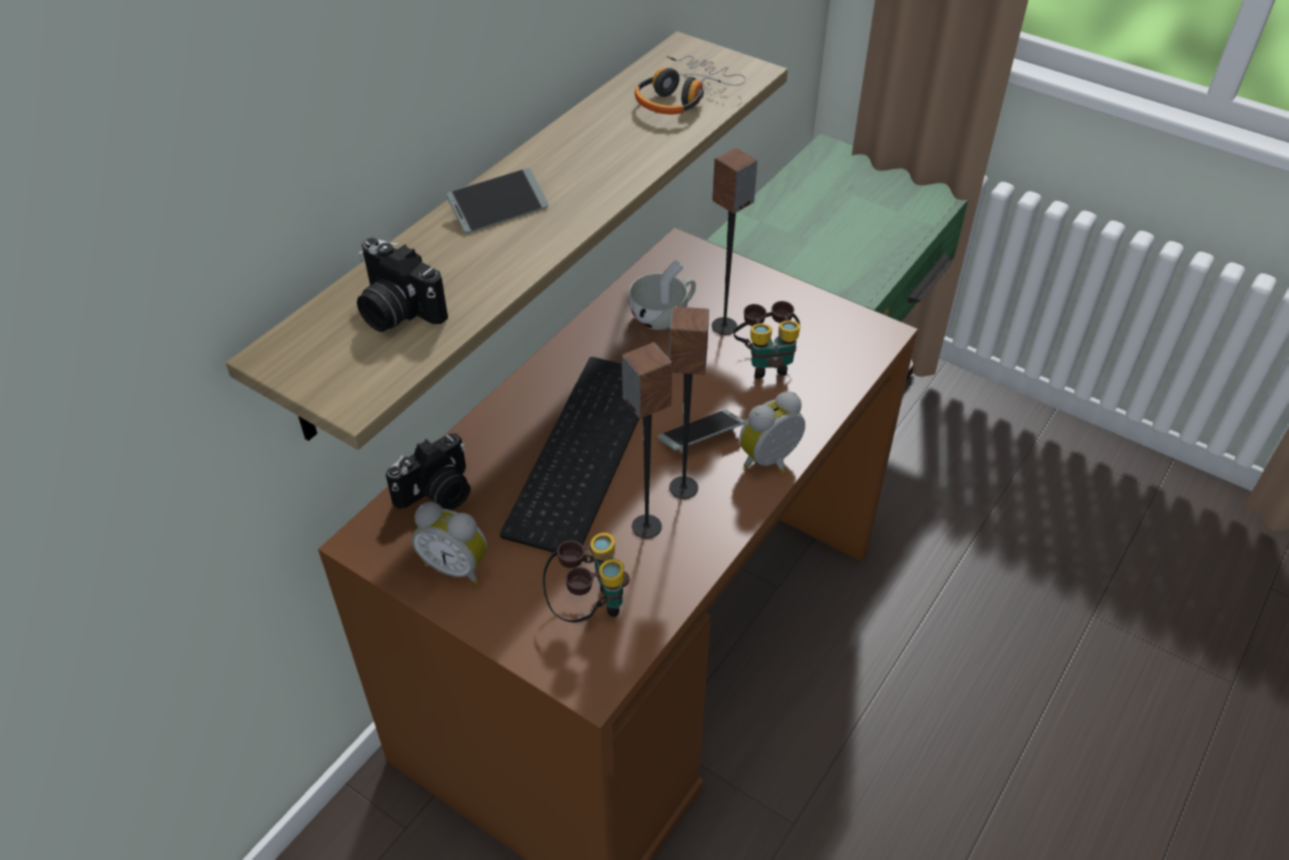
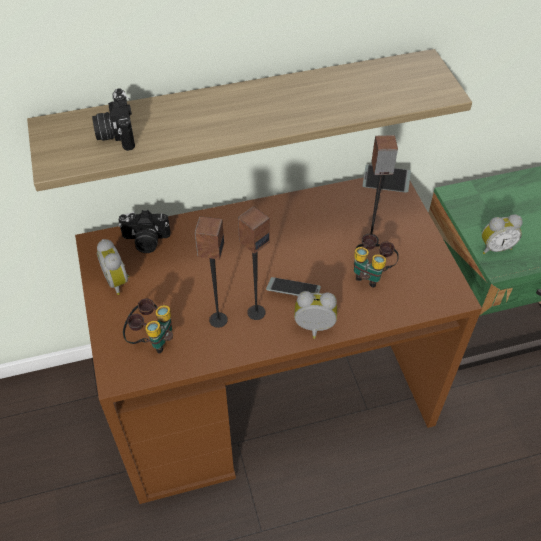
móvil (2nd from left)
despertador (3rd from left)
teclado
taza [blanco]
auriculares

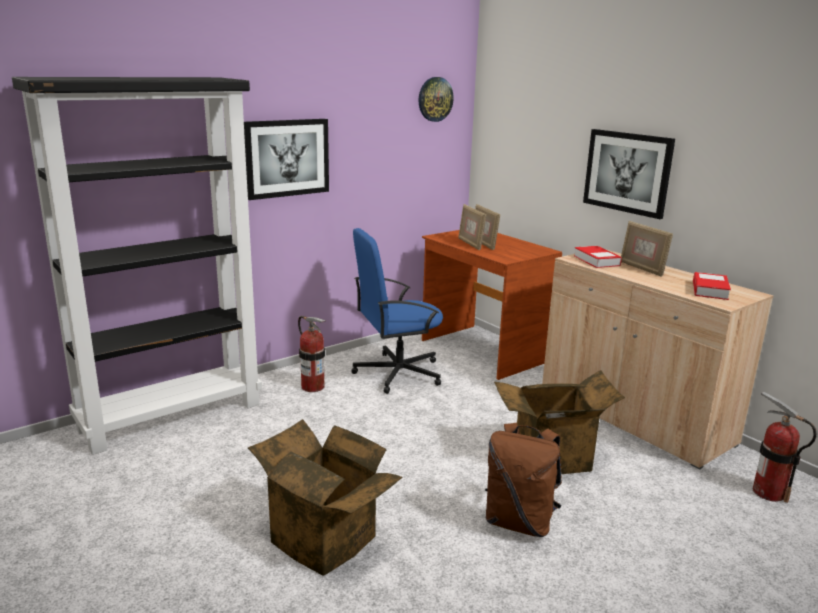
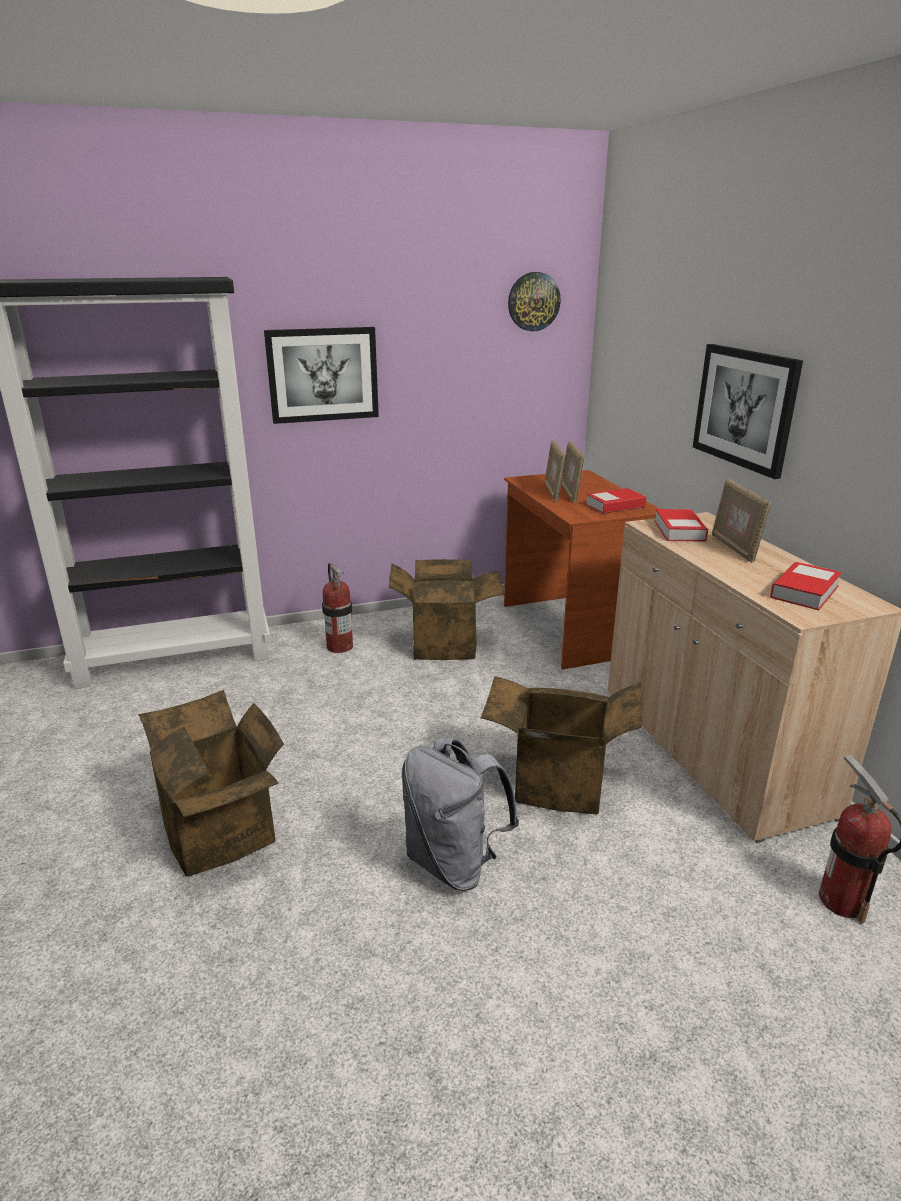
caja de cartón (2nd from left)
mochila [gris]
libro (1st from left)

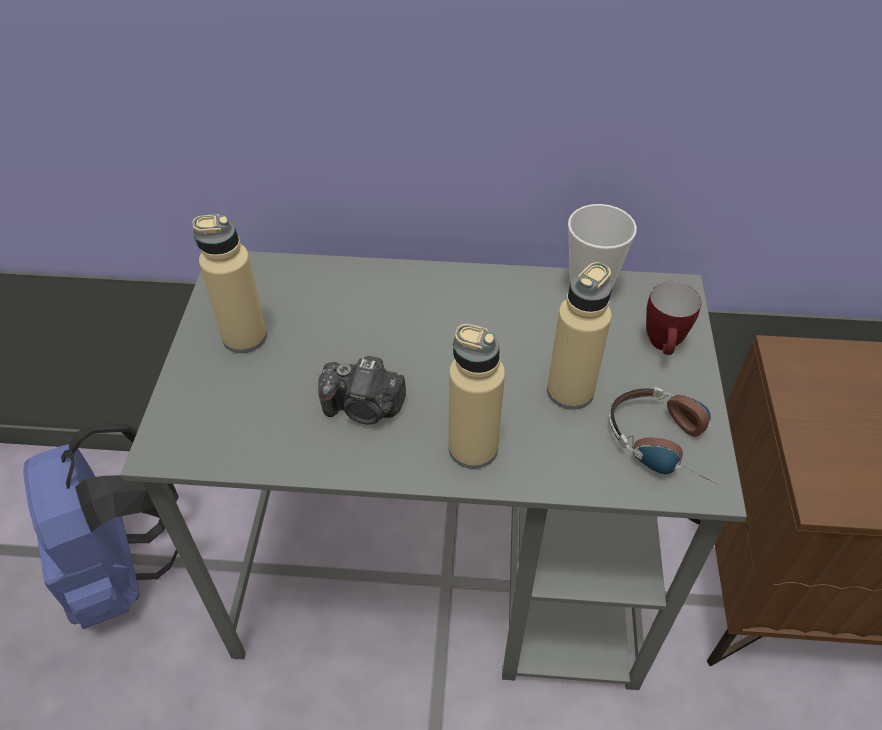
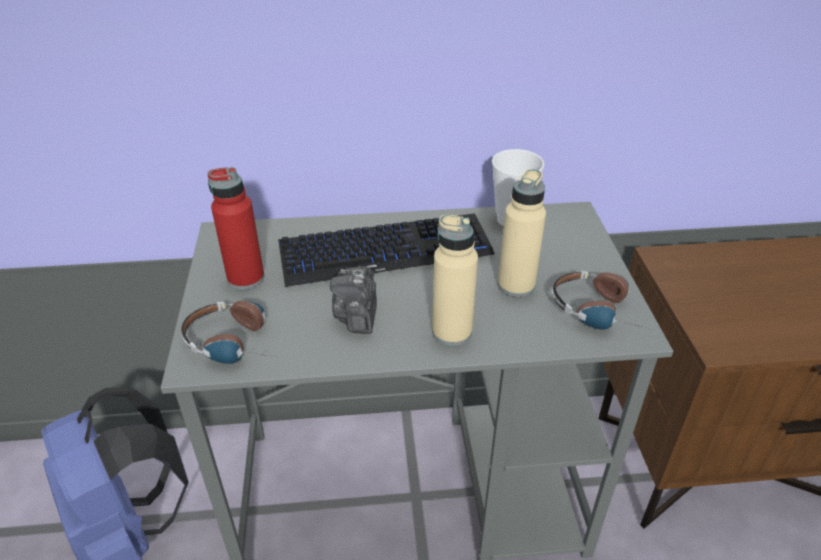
auriculares (1st from left)
botella [rojo]
teclado
cámara
taza grande

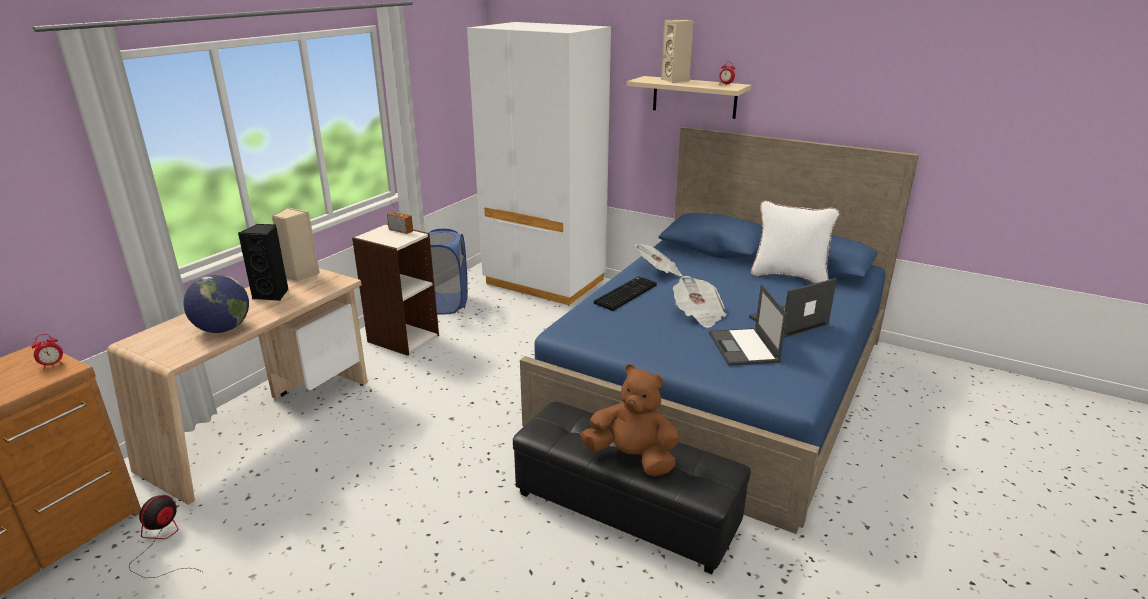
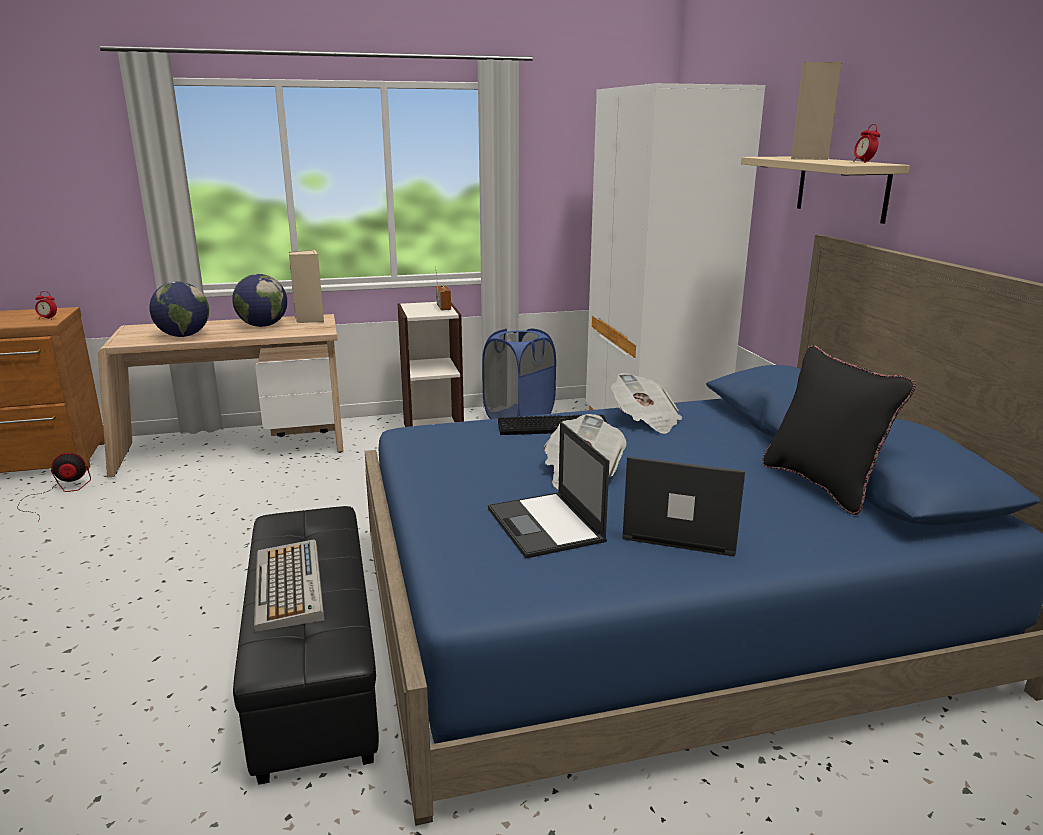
globo terráqueo (2nd from left)
teclado (1st from left)
portátil (1st from left)
cojín [negro]

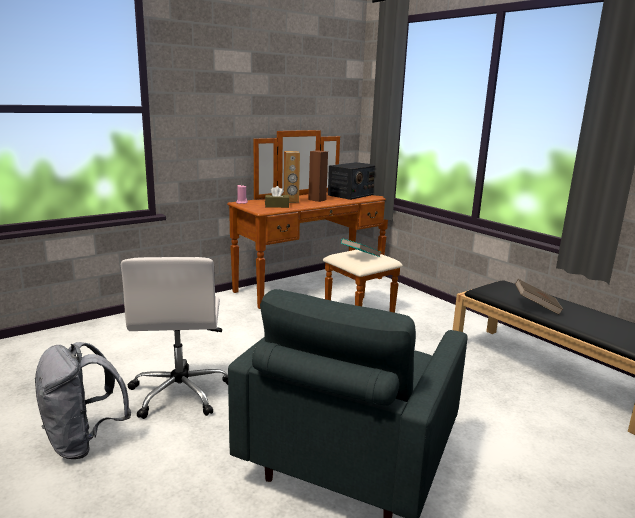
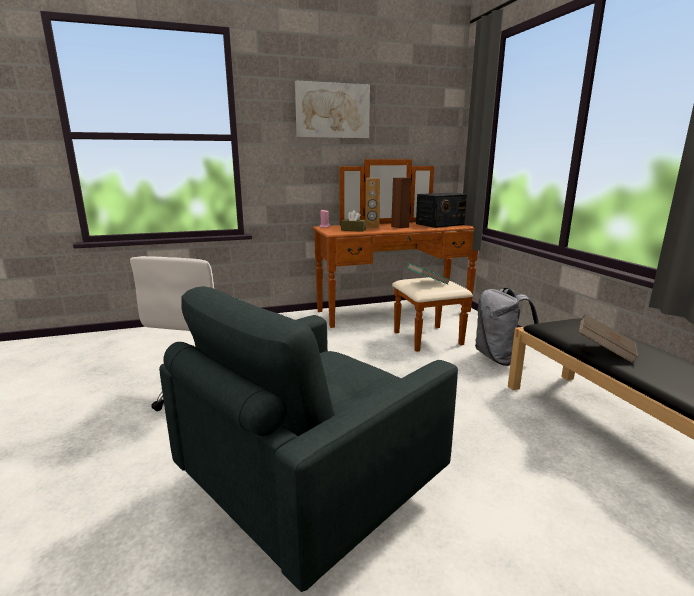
cuadro
mochila [gris]

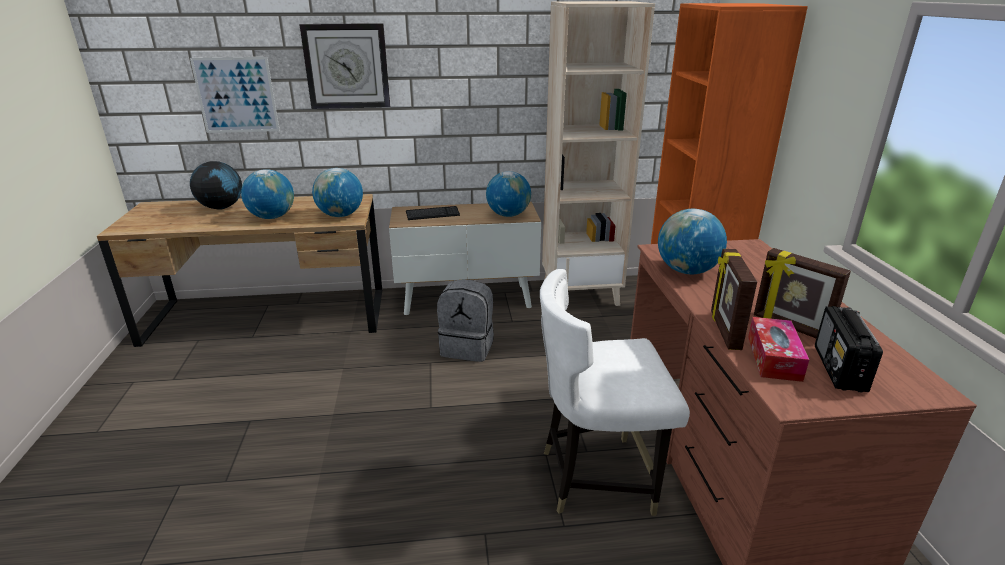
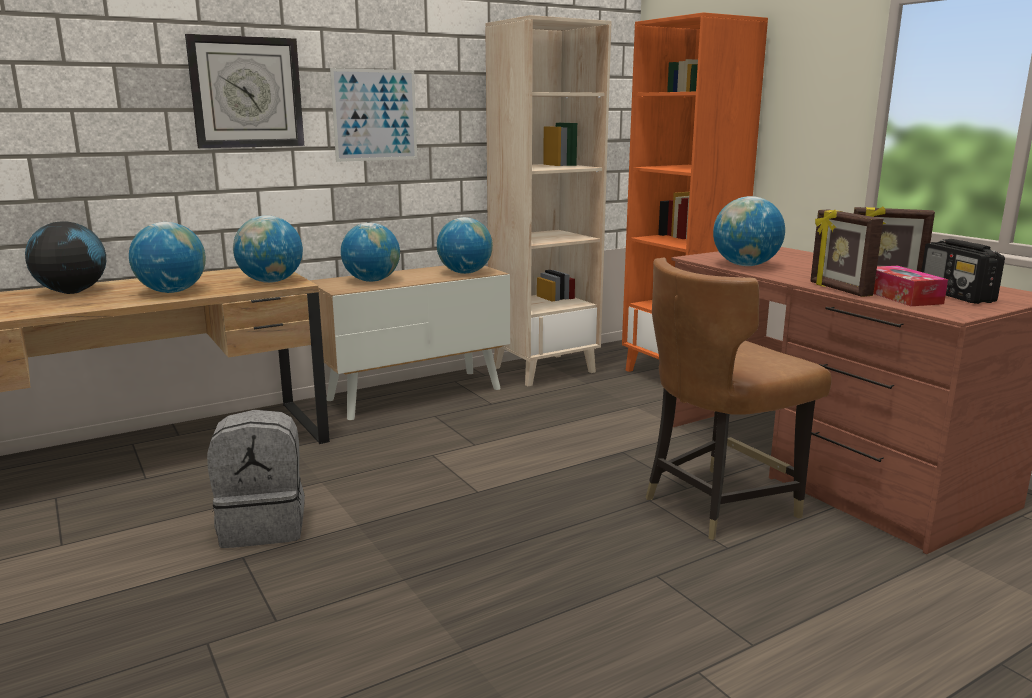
mochila [gris]
cuadro
globo terráqueo (4th from left)
silla [marrón]

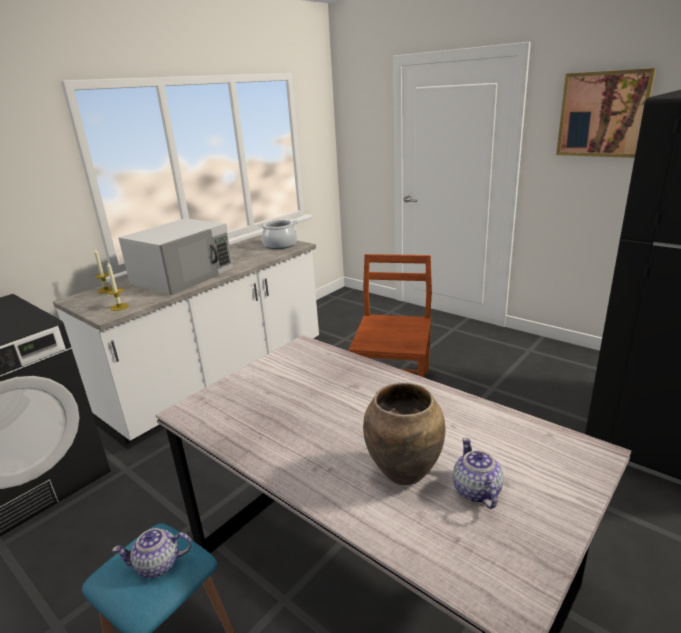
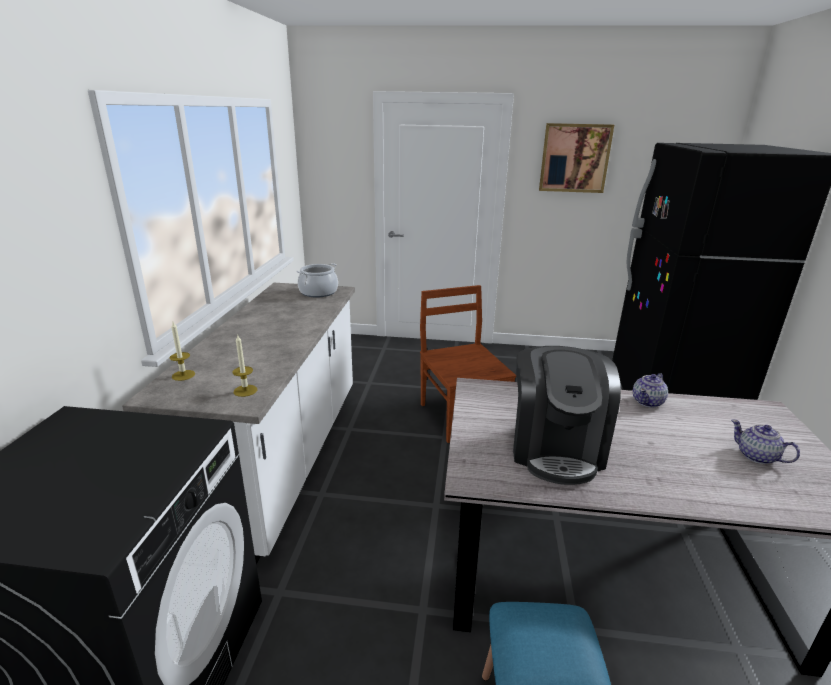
cafetera
tetera (1st from left)
microondas [blanco]
florero [marrón]

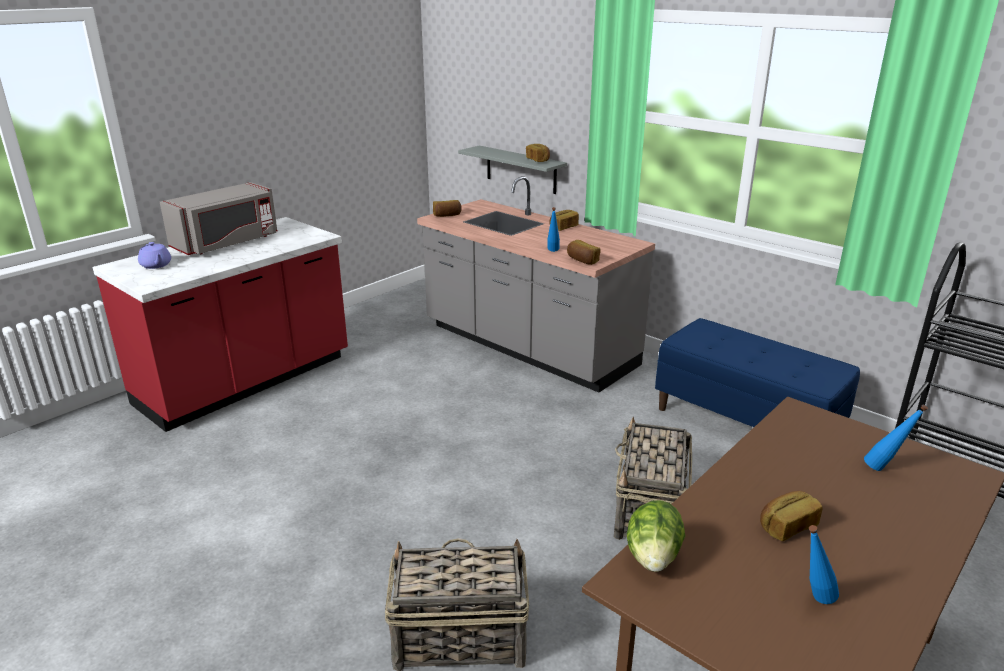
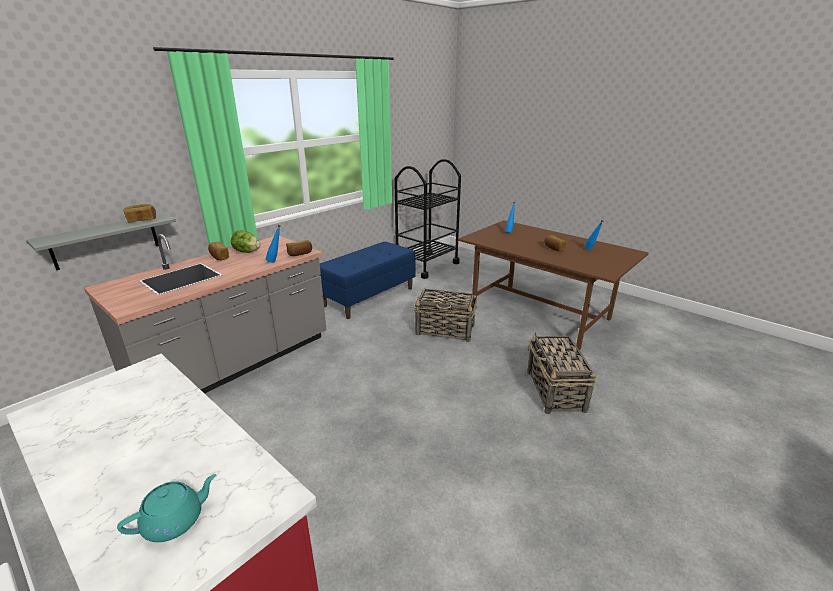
tetera [turquesa]
lechuga
microondas [gris]
pan (1st from left in the first image)

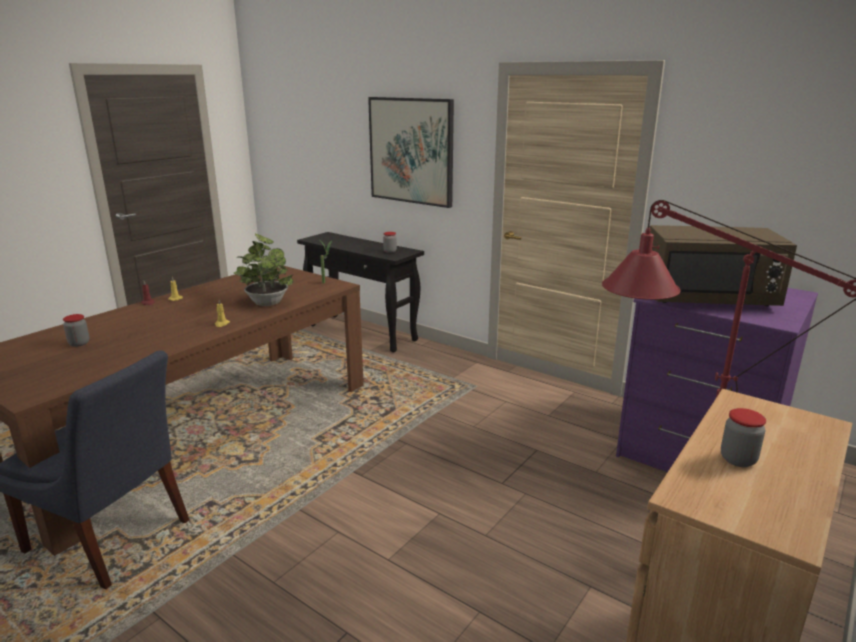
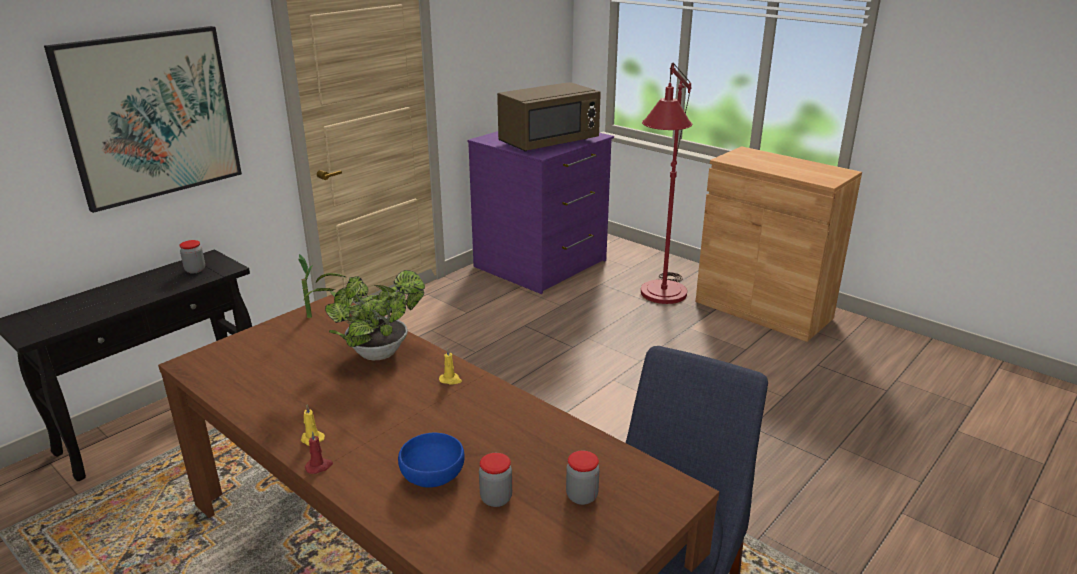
cuenco [azul]
microondas [marrón]
tarro (3rd from left)

